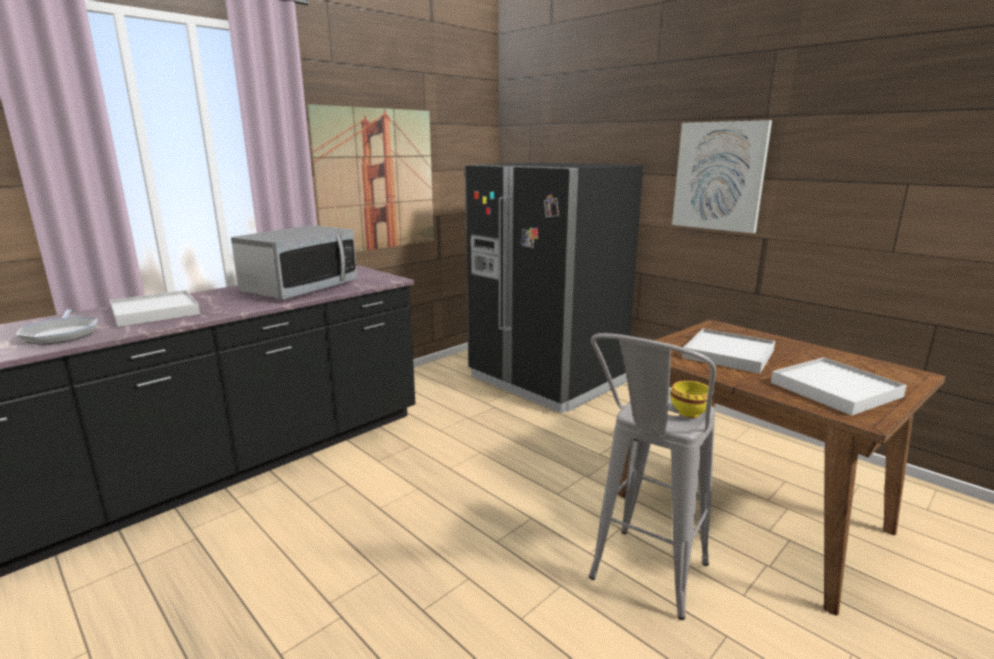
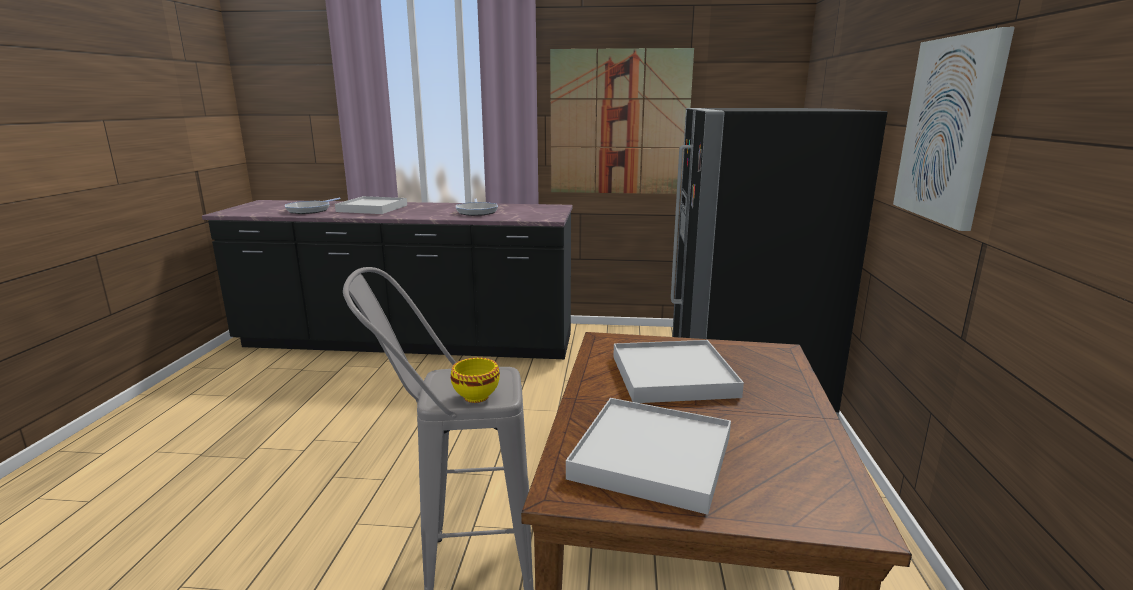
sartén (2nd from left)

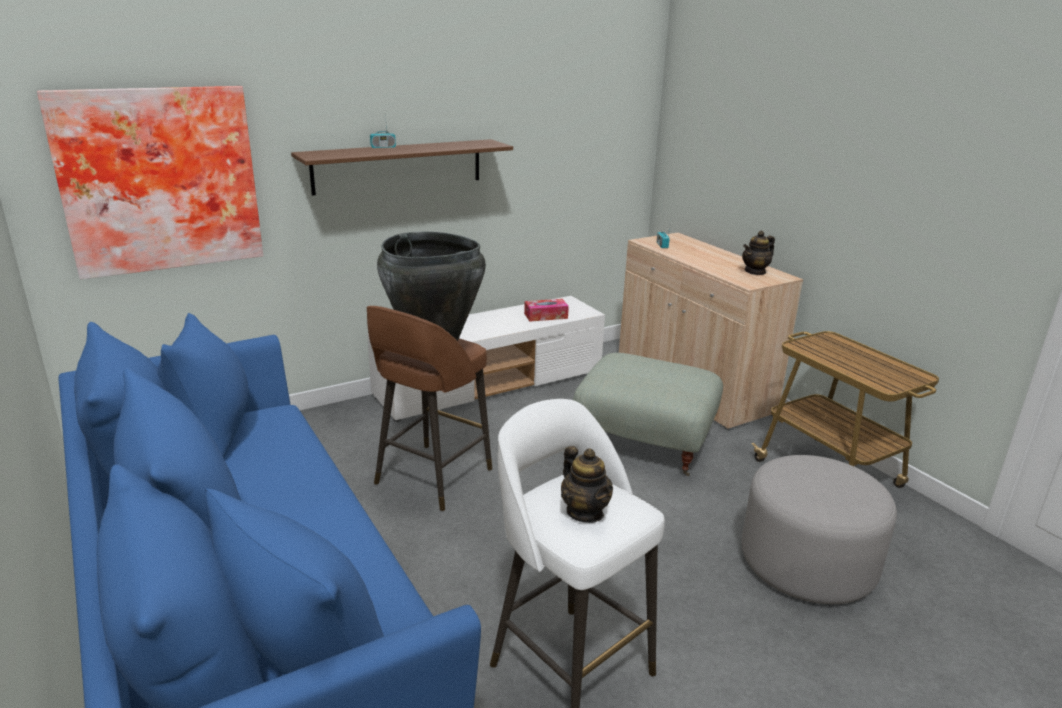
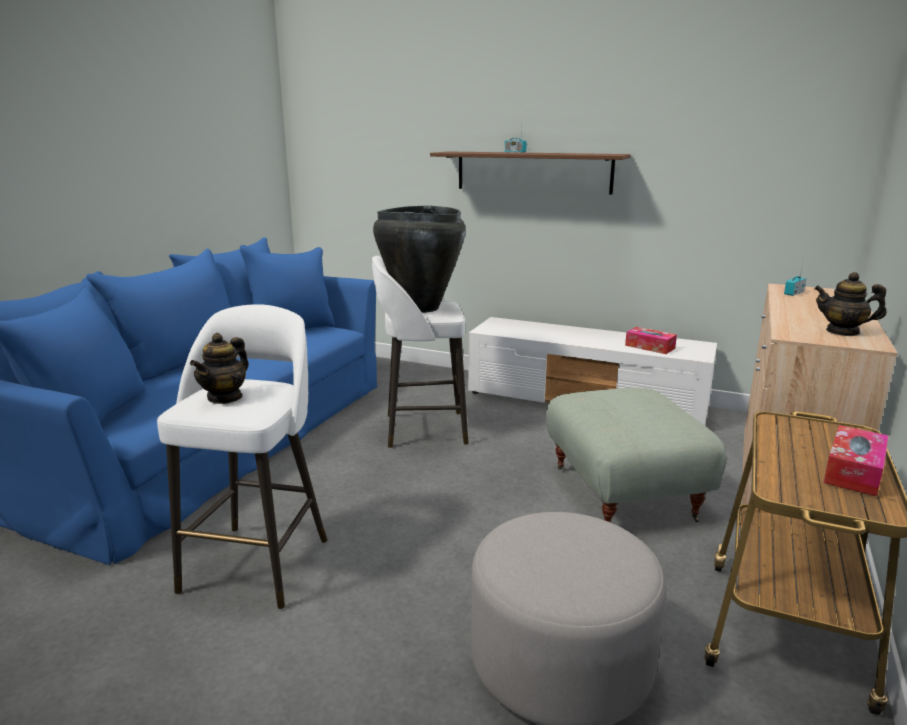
taburete [blanco] (2nd from left)
caja de pañuelos (2nd from left)
cuadro

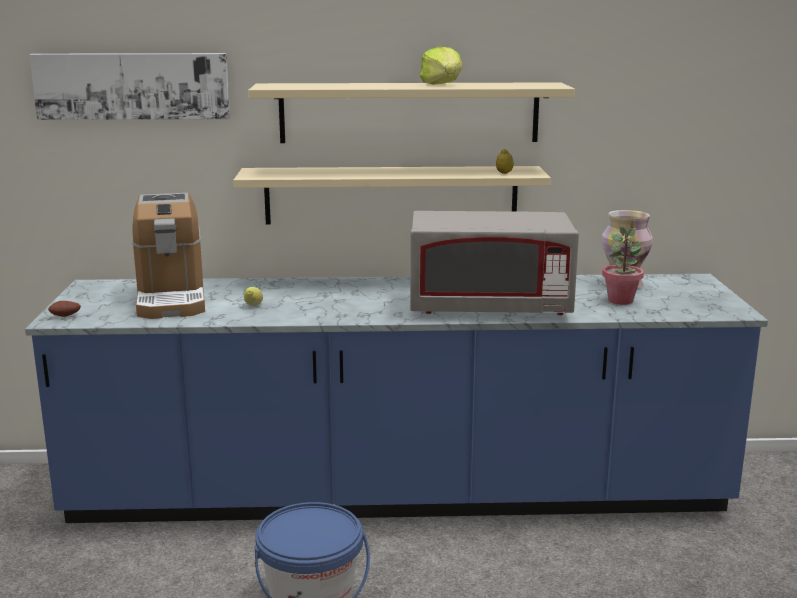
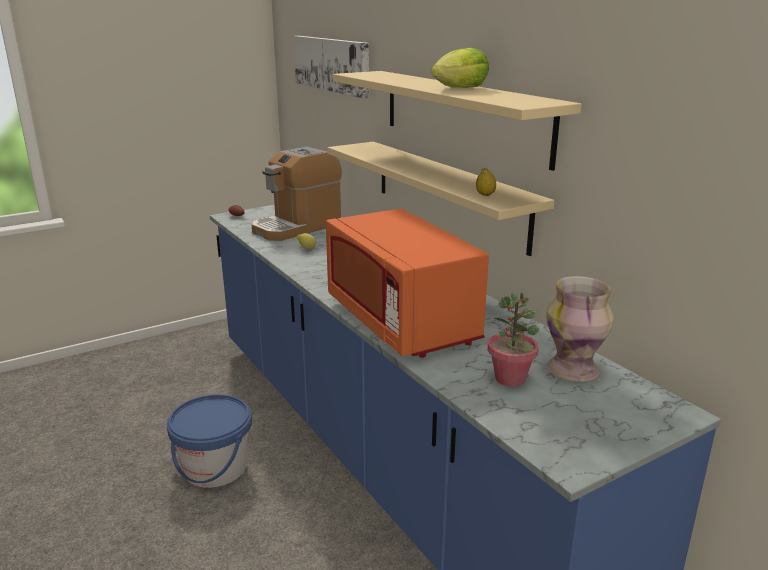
microondas [naranja]

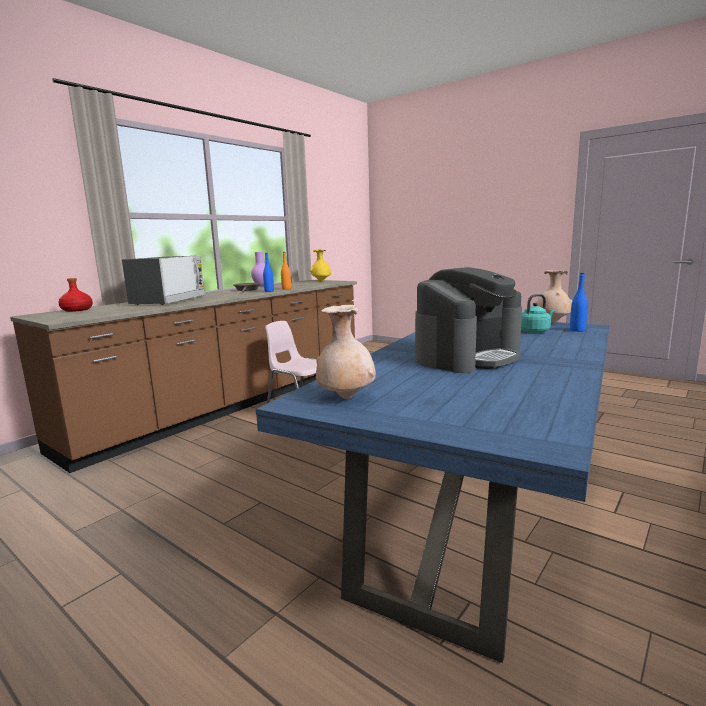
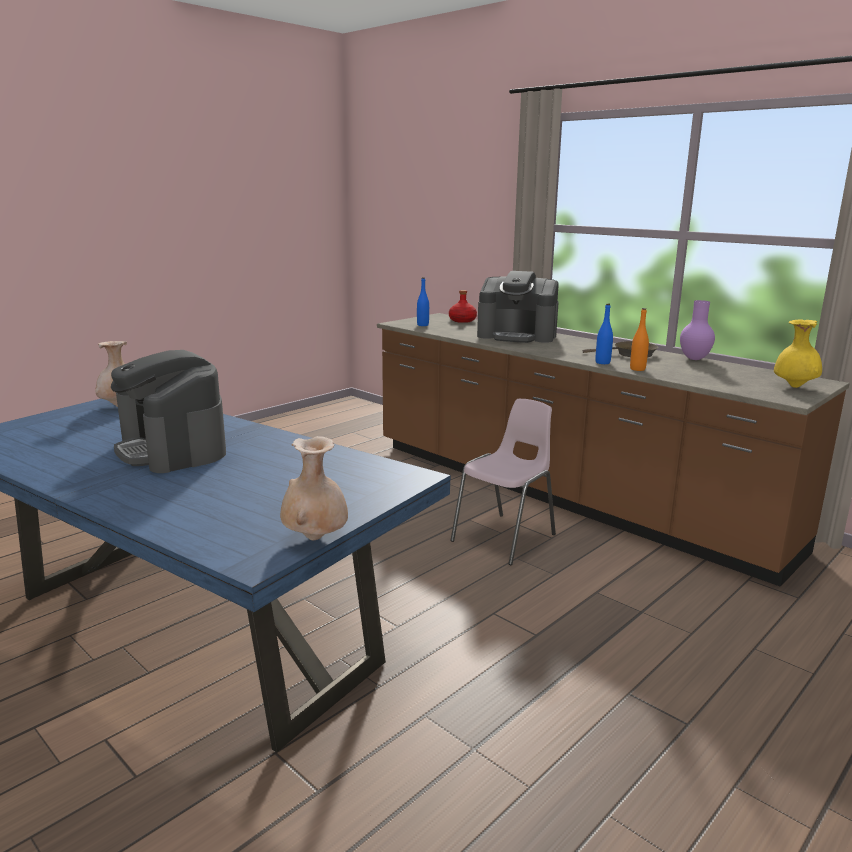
botella [azul] (1st from left)
cafetera (2nd from left)
hervidor [turquesa]

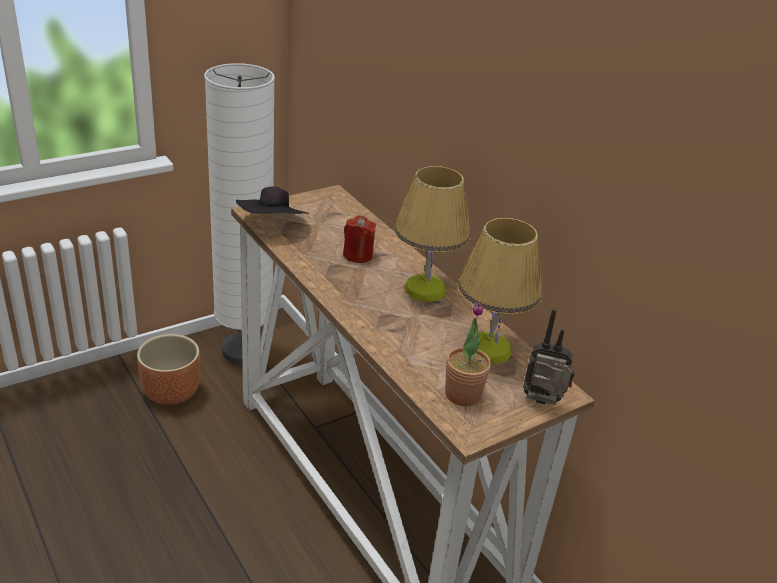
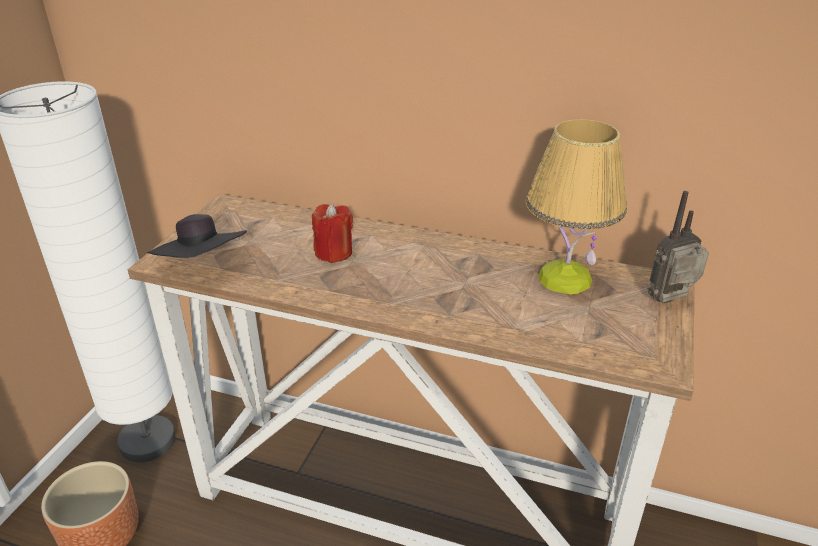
lámpara de mesa (1st from left in the first image)
planta en maceta

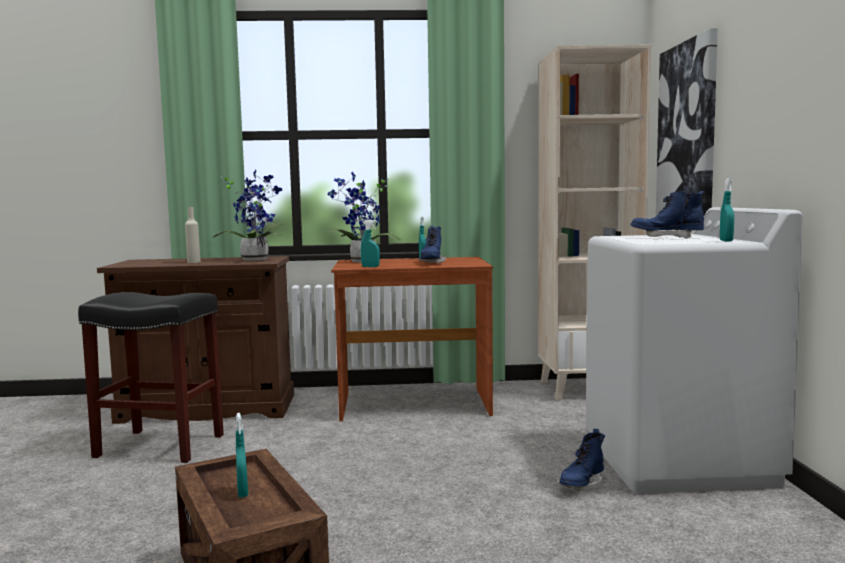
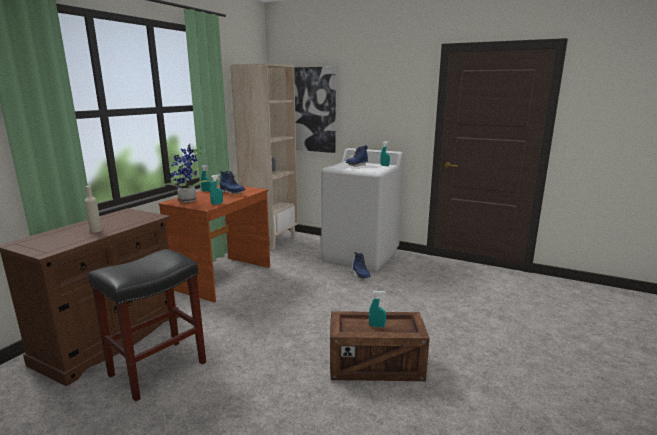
planta en maceta (1st from left in the first image)

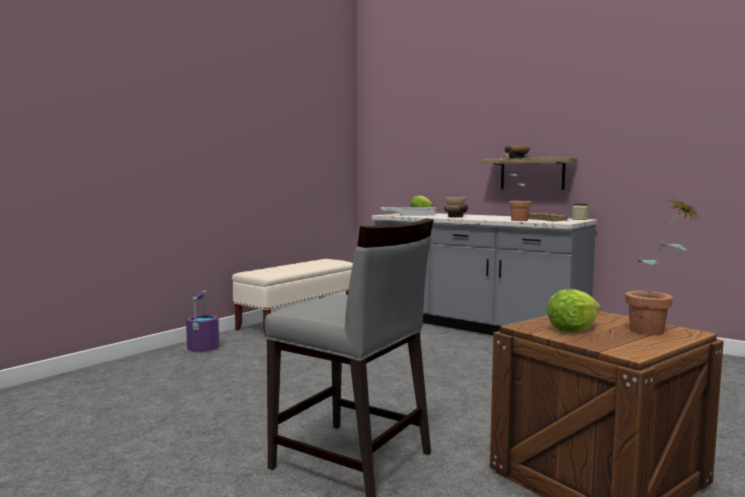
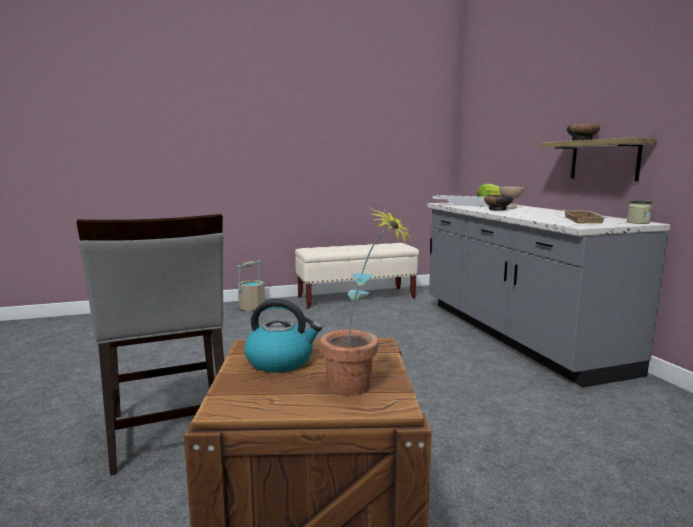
cubo [beis]
hervidor
planta en maceta (1st from left in the first image)

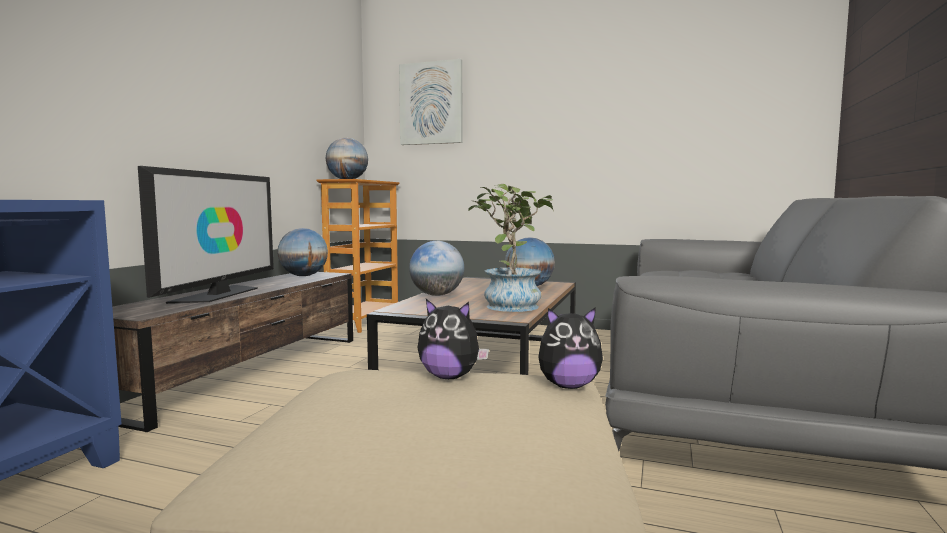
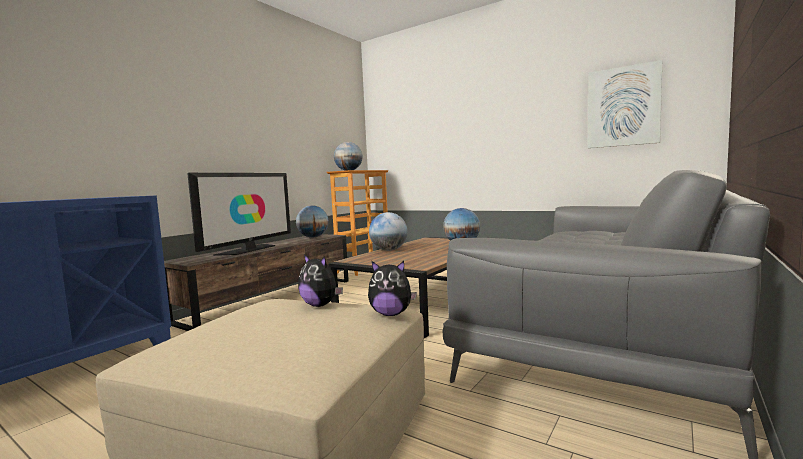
cuadro
planta en maceta

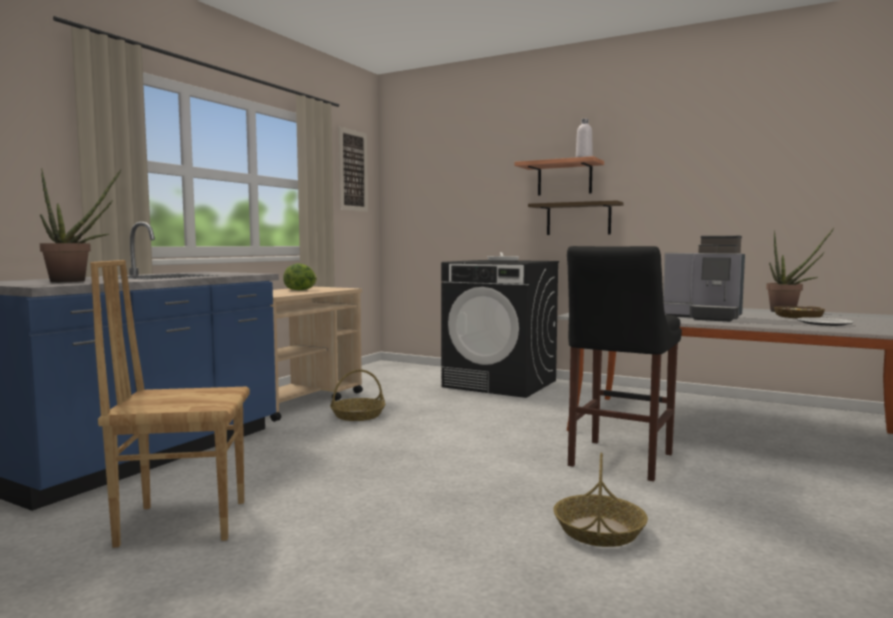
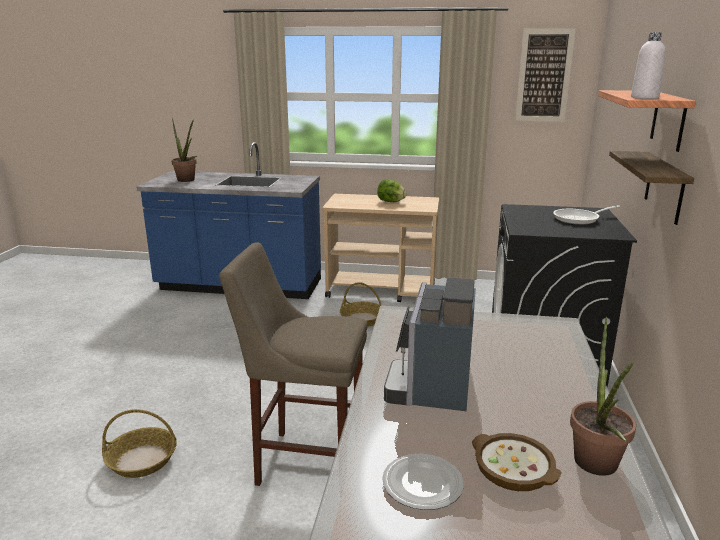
taburete [beis]
silla [marrón]

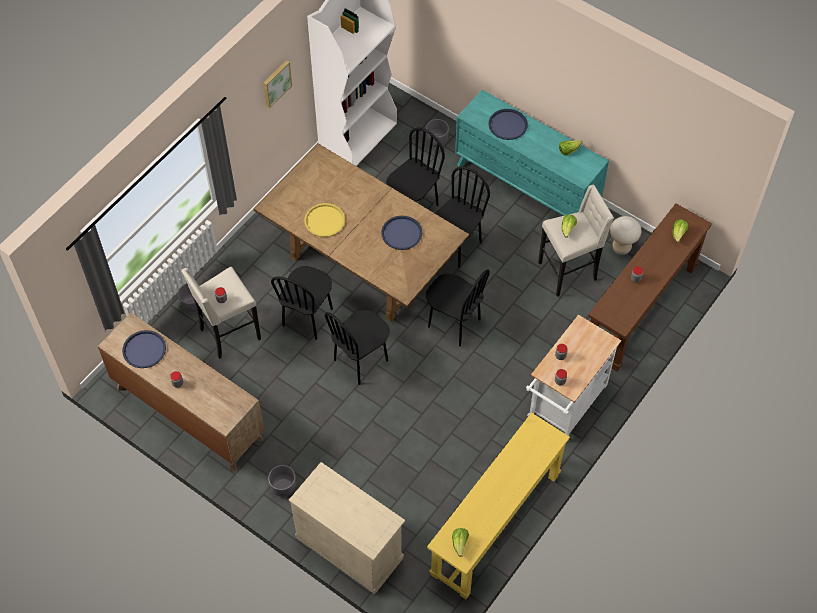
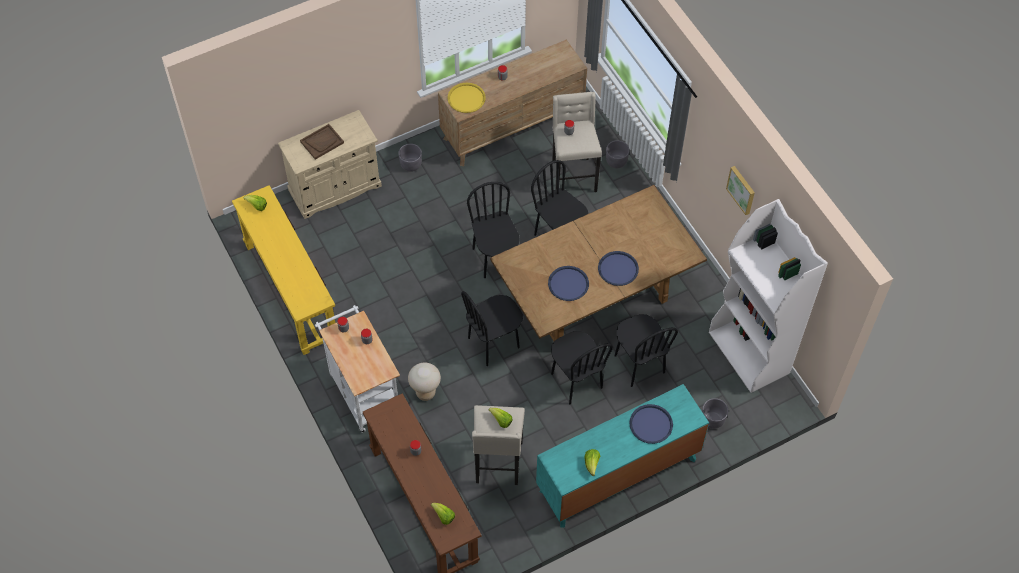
bandeja [marrón]
taburete [beis] (1st from left)
bandeja [amarillo]
bandeja [azul] (2nd from left)

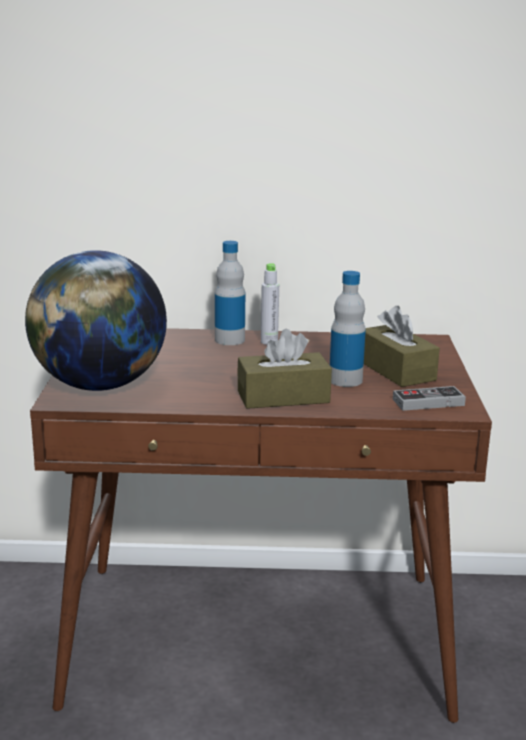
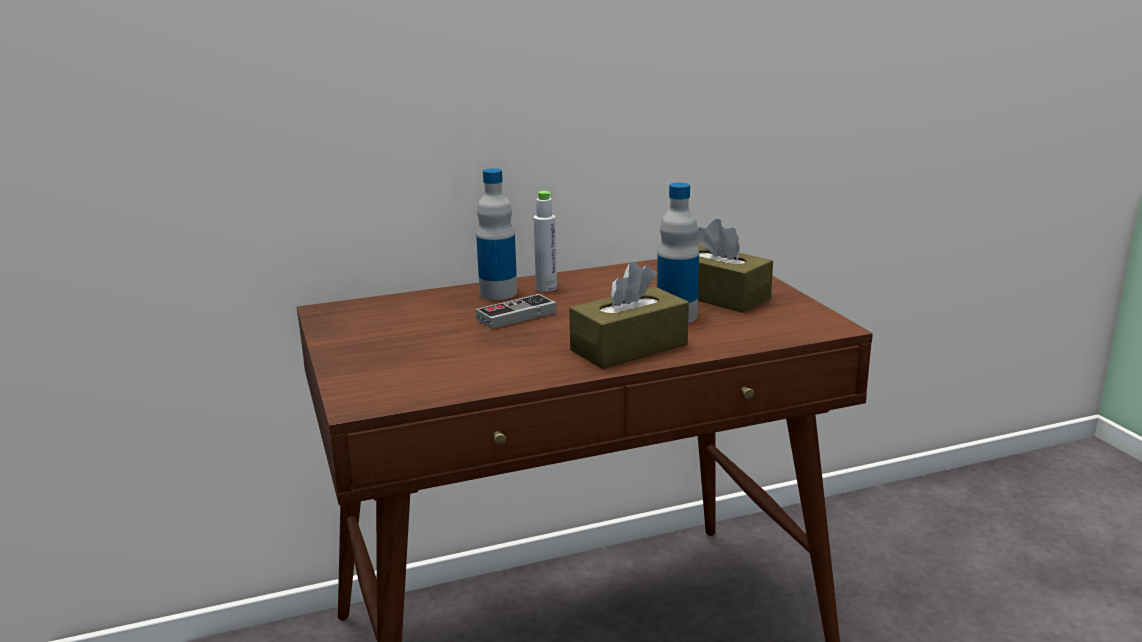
mando de consola
globo terráqueo

